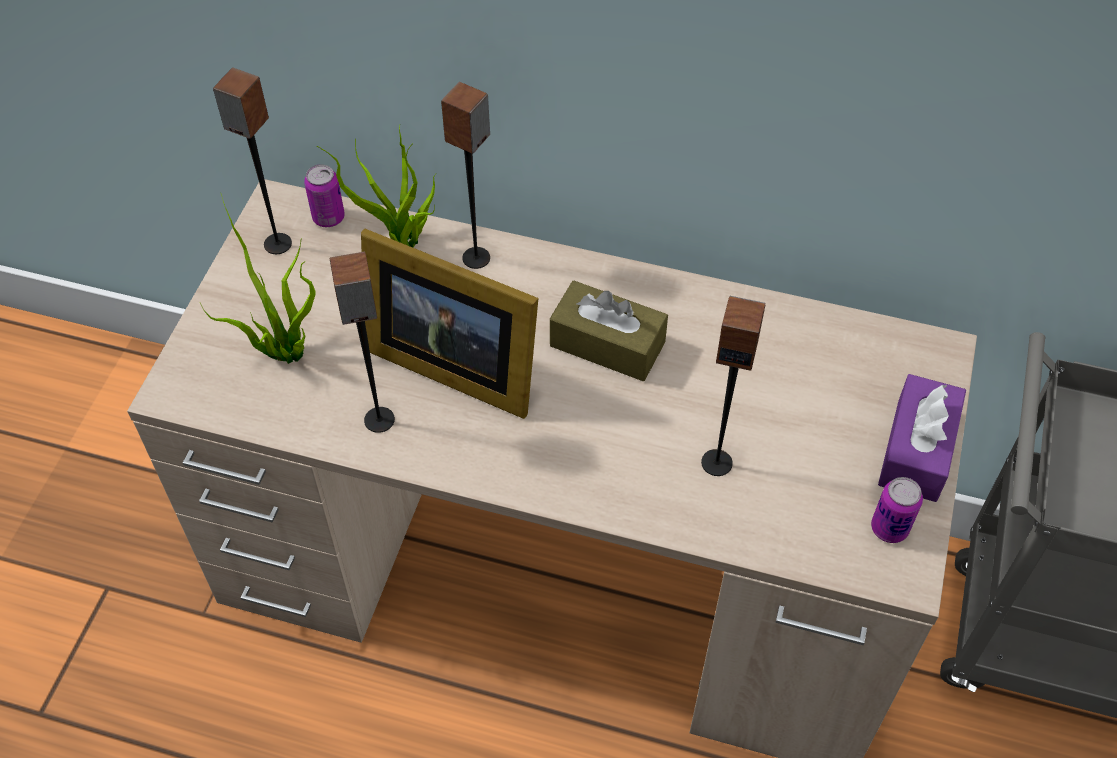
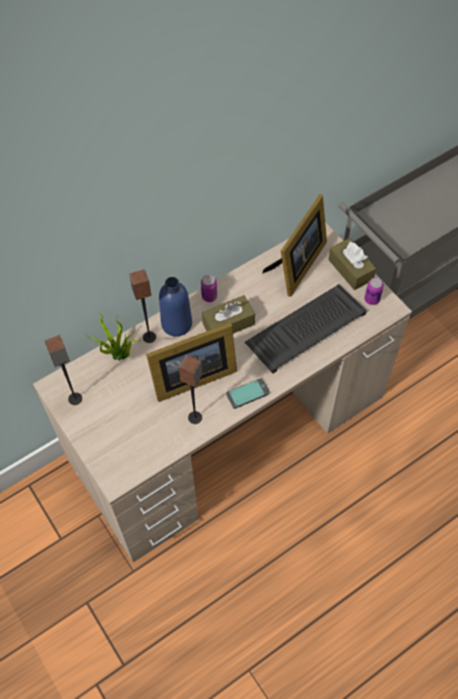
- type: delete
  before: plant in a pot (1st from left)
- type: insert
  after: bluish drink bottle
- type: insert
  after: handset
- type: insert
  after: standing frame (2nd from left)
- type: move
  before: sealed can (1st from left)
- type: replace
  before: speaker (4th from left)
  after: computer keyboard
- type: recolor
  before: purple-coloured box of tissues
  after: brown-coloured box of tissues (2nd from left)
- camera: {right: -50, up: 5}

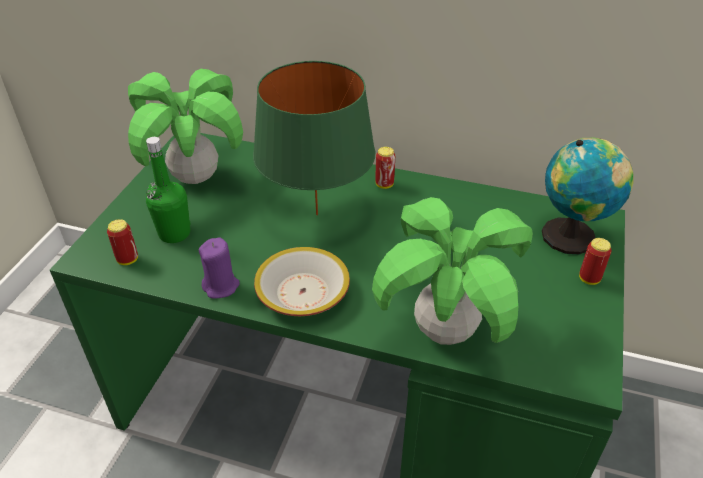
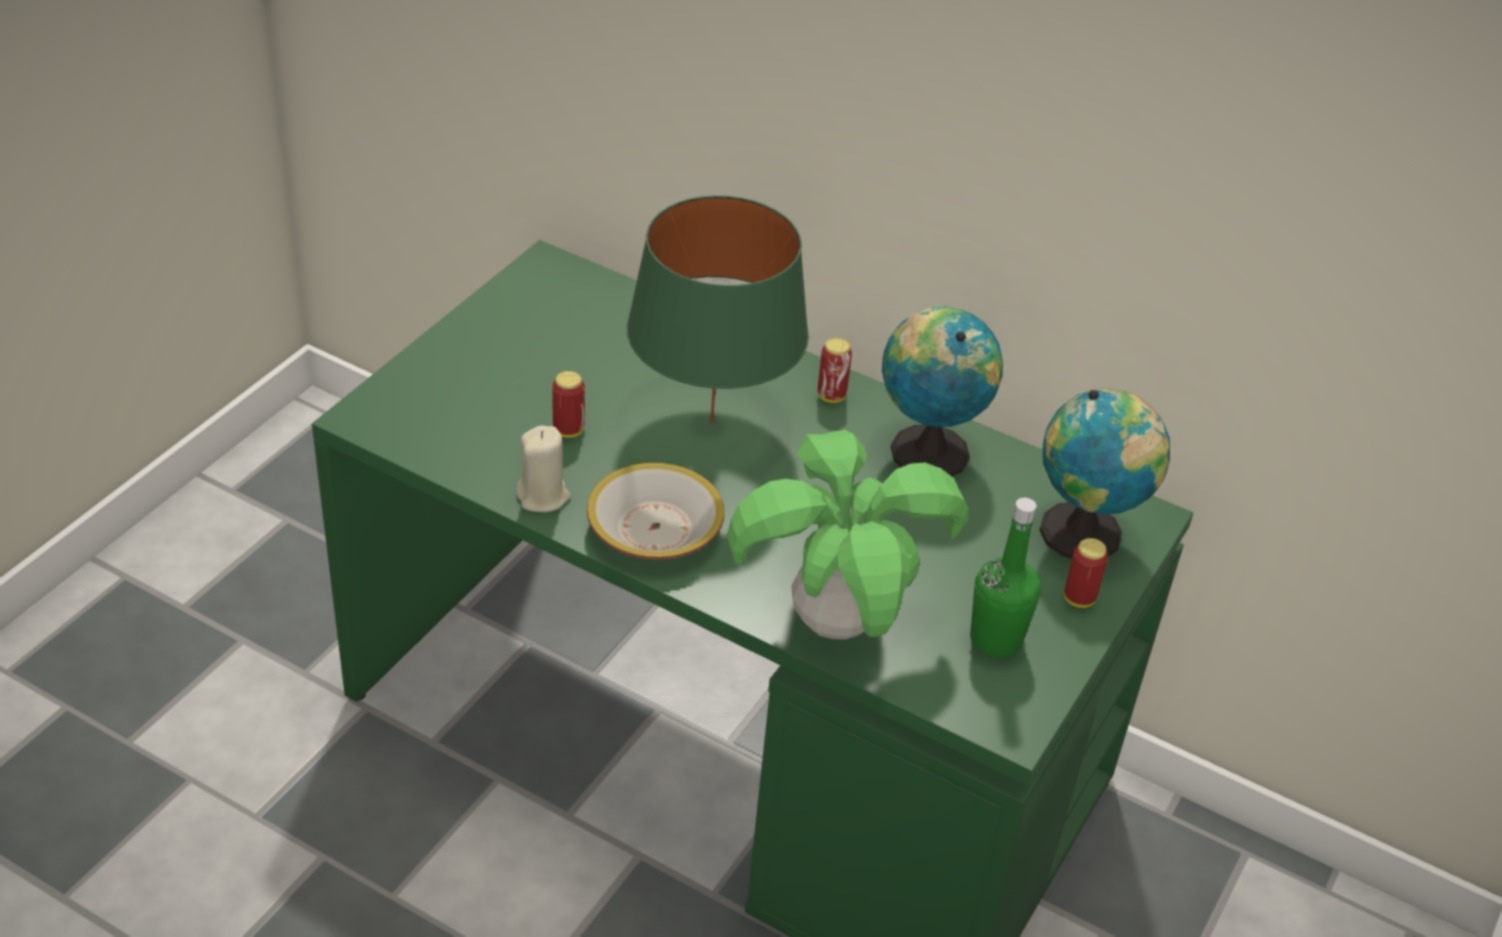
- type: delete
  before: plant in a pot (1st from left)
- type: insert
  after: desk globe (1st from left)
- type: move
  before: sealed can (1st from left)
- type: move
  before: green drink bottle
- type: recolor
  before: purple-coloured candle
  after: sand-coloured candle
- camera: {right: 10, up: 0}

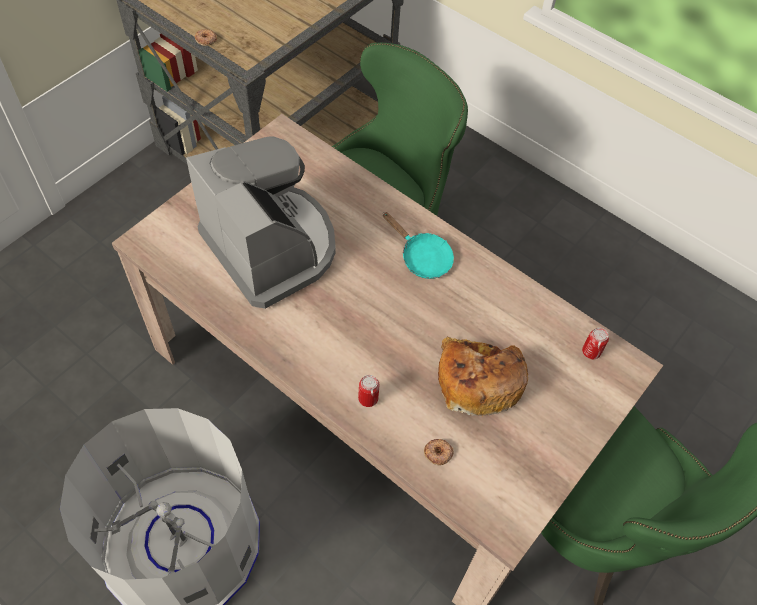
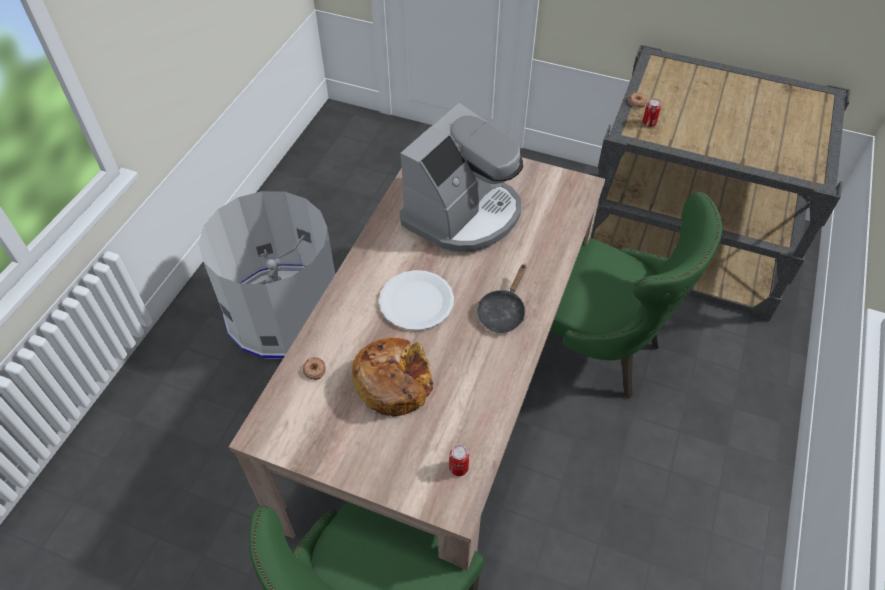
- type: insert
  after: whitish flat dish
- type: move
  before: sealed can (1st from left in the first image)
  after: sealed can (2nd from left)
- type: recolor
  before: blue-green pan
  after: blackish pan
- camera: {right: 75, up: -5}

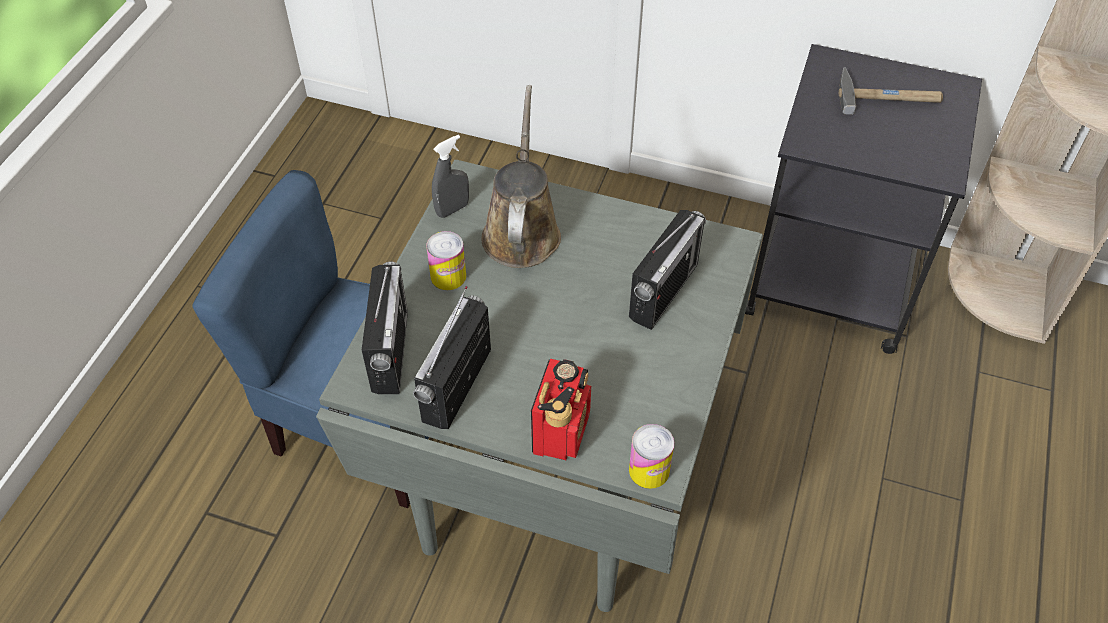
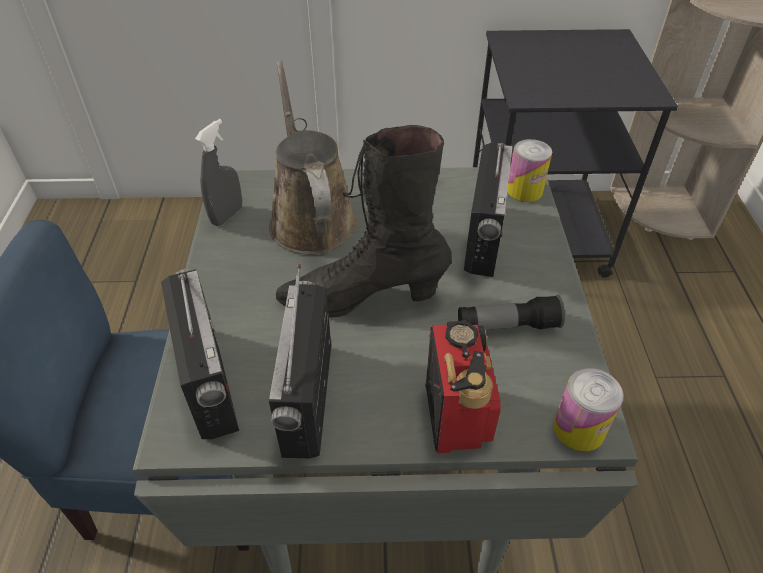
- type: delete
  before: hammer
- type: insert
  after: blackish tall boot
- type: insert
  after: torch
- type: move
  before: sealed can (1st from left)
- camera: {right: -20, up: -5}

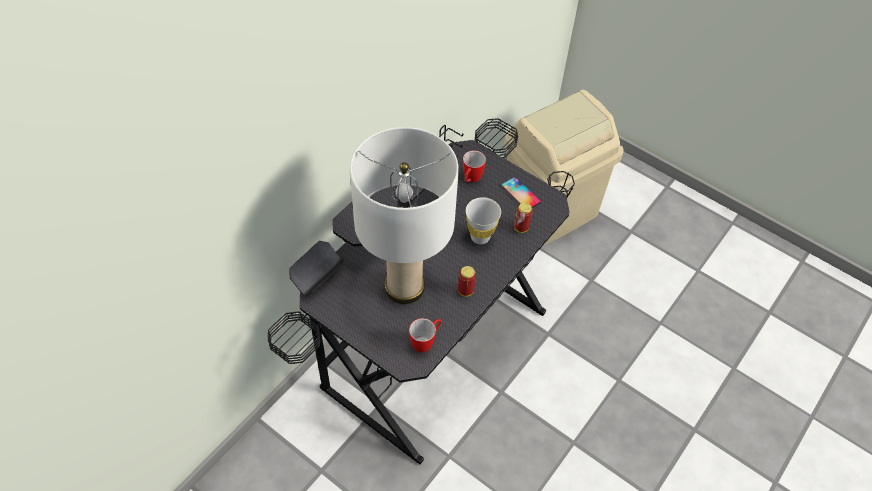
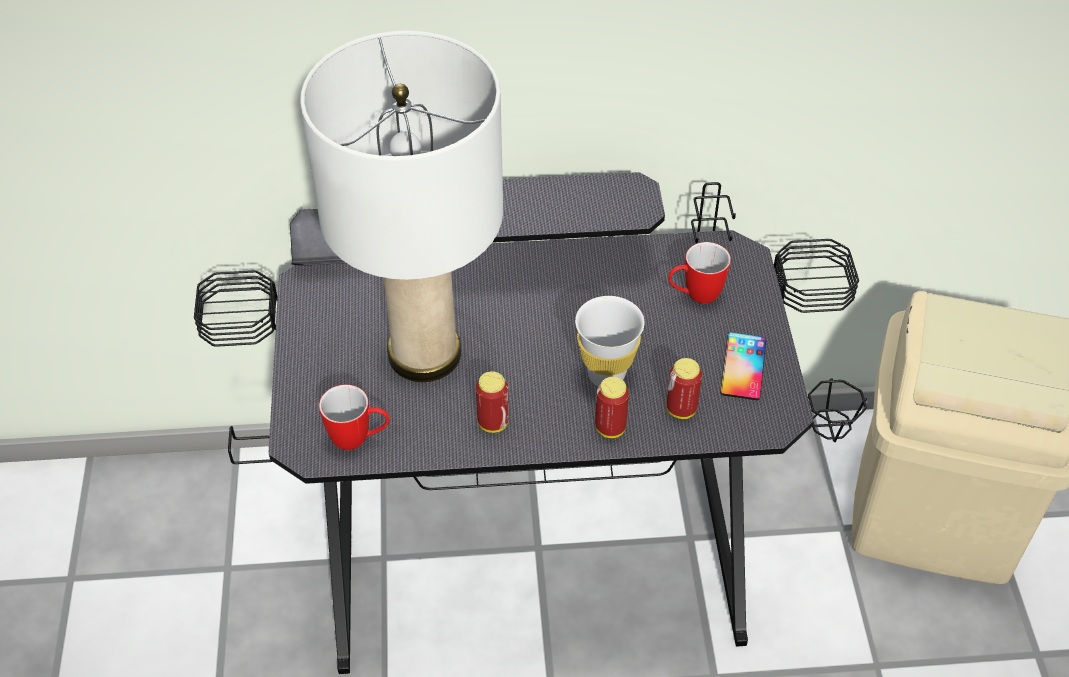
- type: insert
  after: sealed can (2nd from left)
- camera: {right: 50, up: -5}

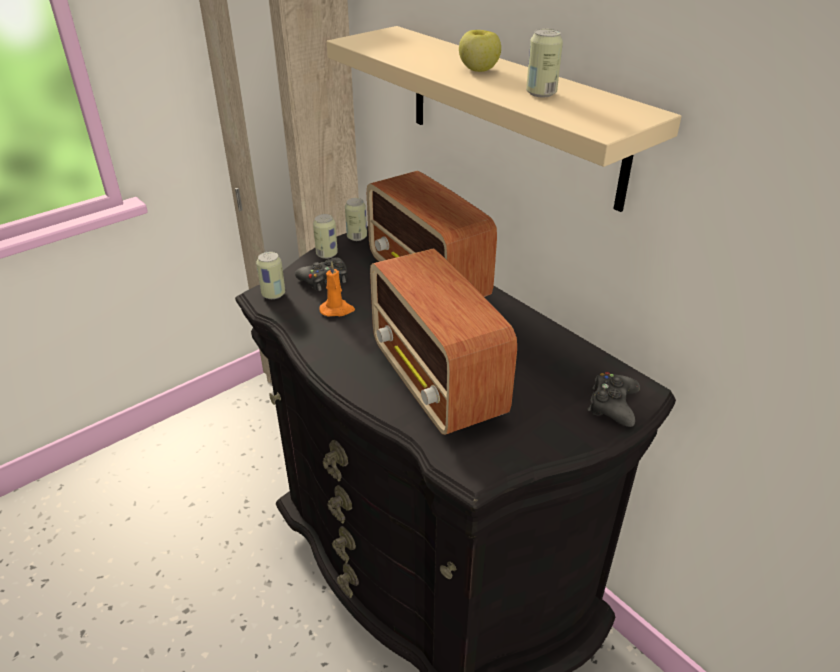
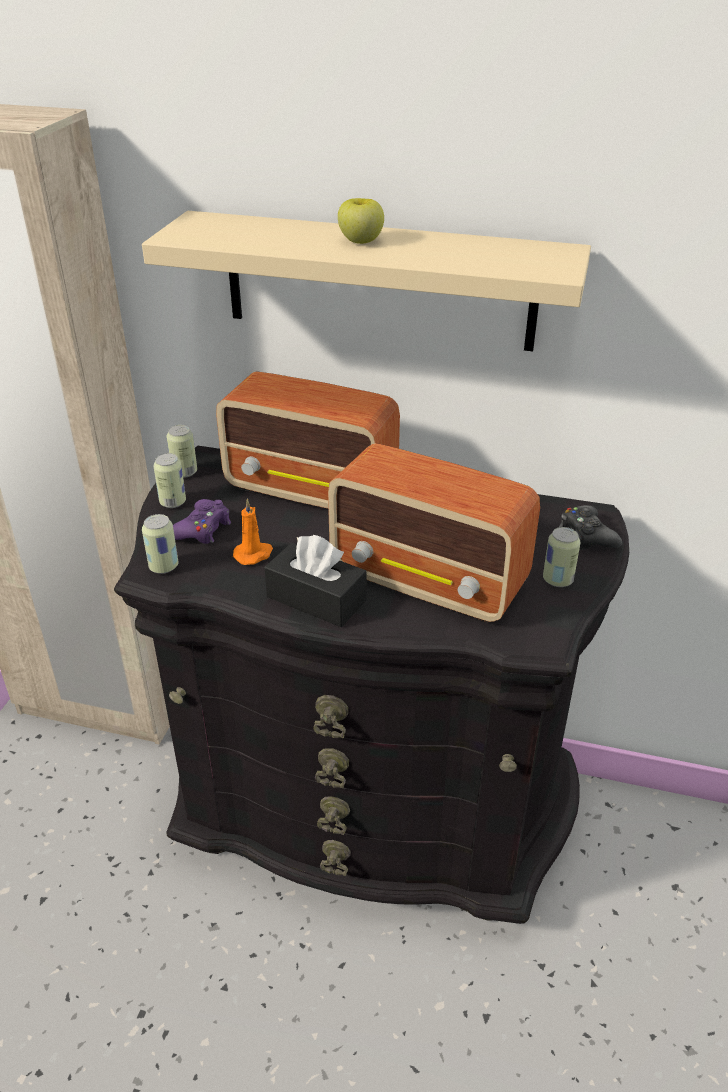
- type: insert
  after: blackish box of tissues
- type: move
  before: sealed can (4th from left)
- type: recolor
  before: blackish joypad (1st from left)
  after: purple-coloured joypad
- camera: {right: -35, up: 0}

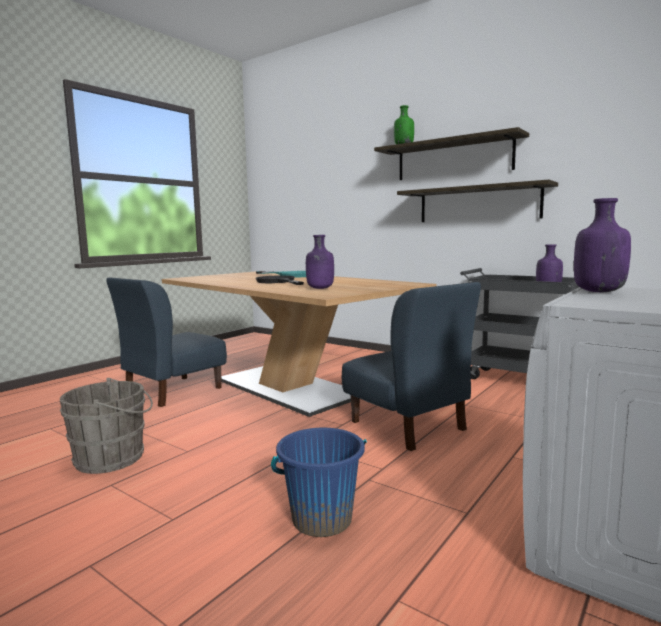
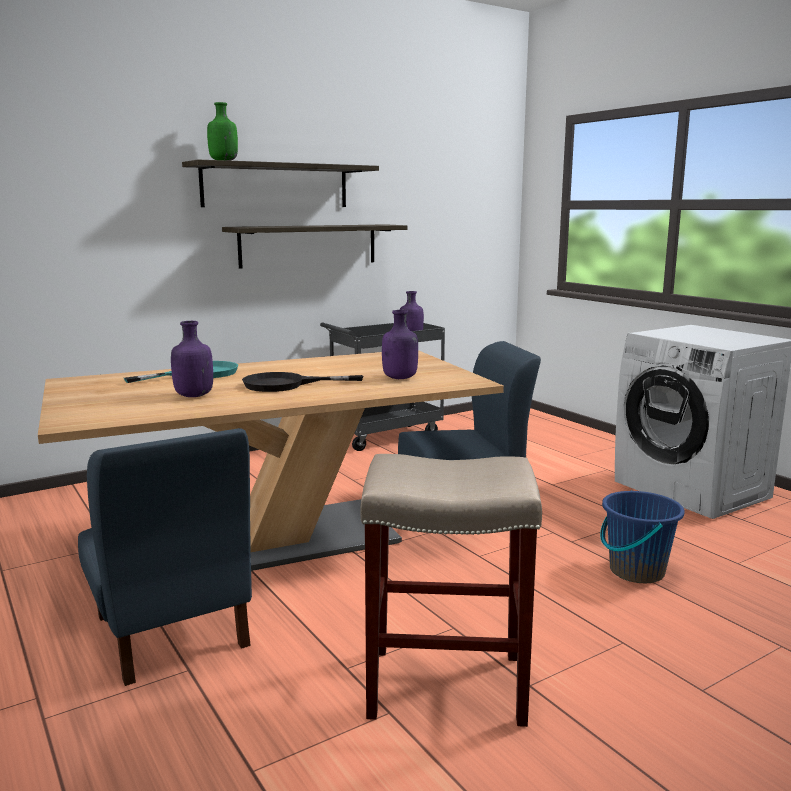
- type: move
  before: purple-coloured drink bottle (3rd from left in the first image)
  after: purple-coloured drink bottle (1st from left)
- type: replace
  before: greyish pail
  after: sand-coloured stool
- camera: {right: -70, up: 5}

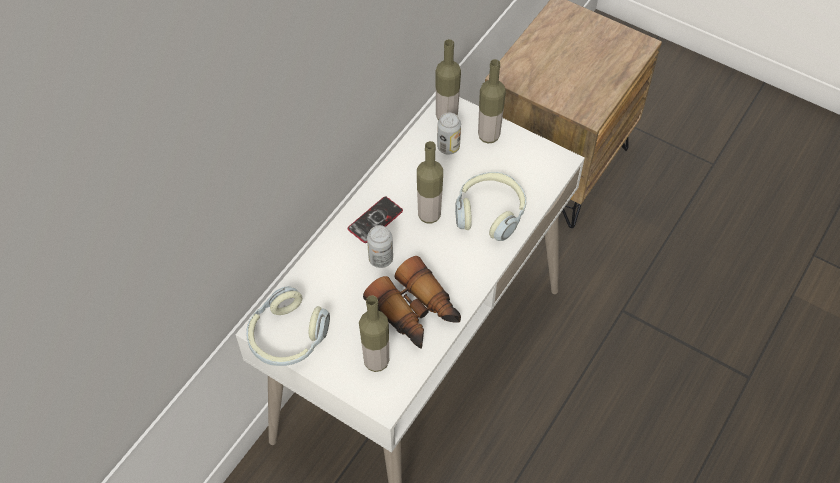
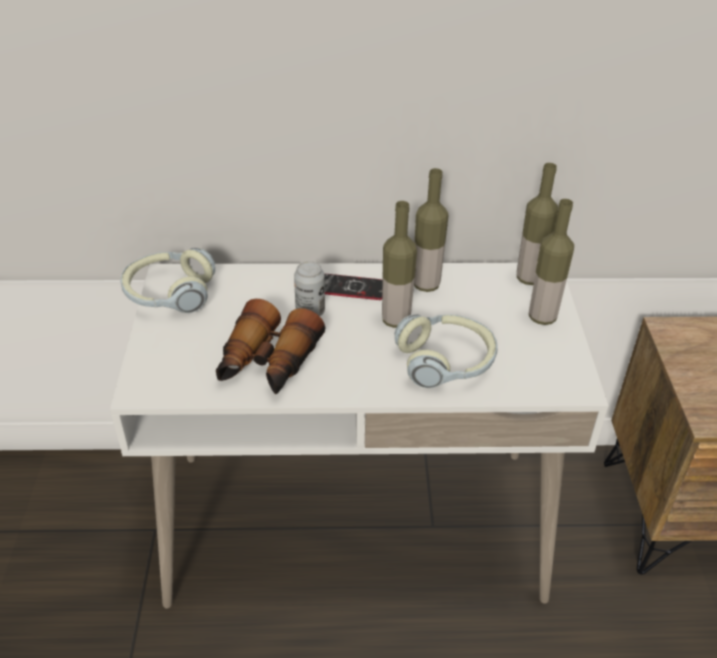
- type: delete
  before: sealed can (2nd from left)
- type: move
  before: drink bottle (1st from left in the first image)
  after: drink bottle (2nd from left)
- camera: {right: 55, up: -15}

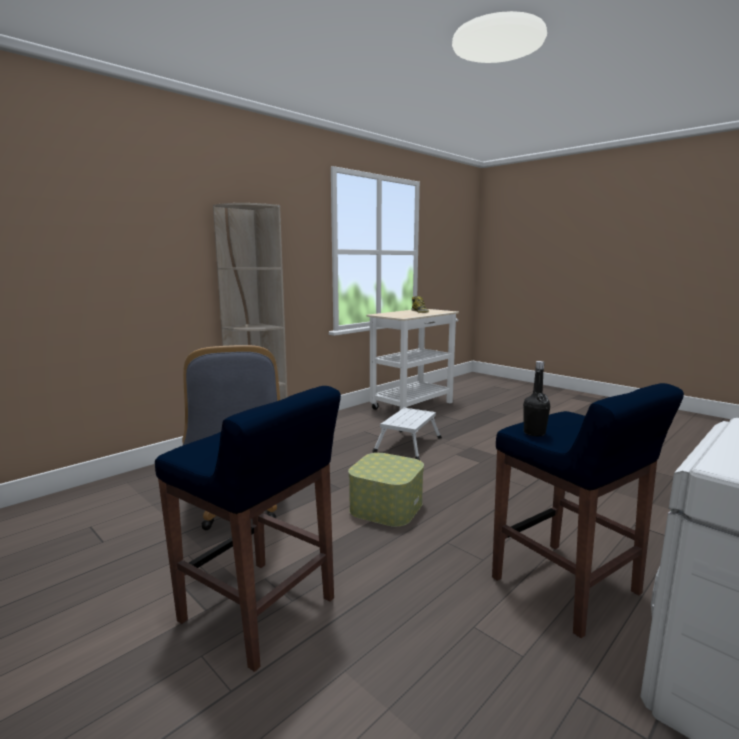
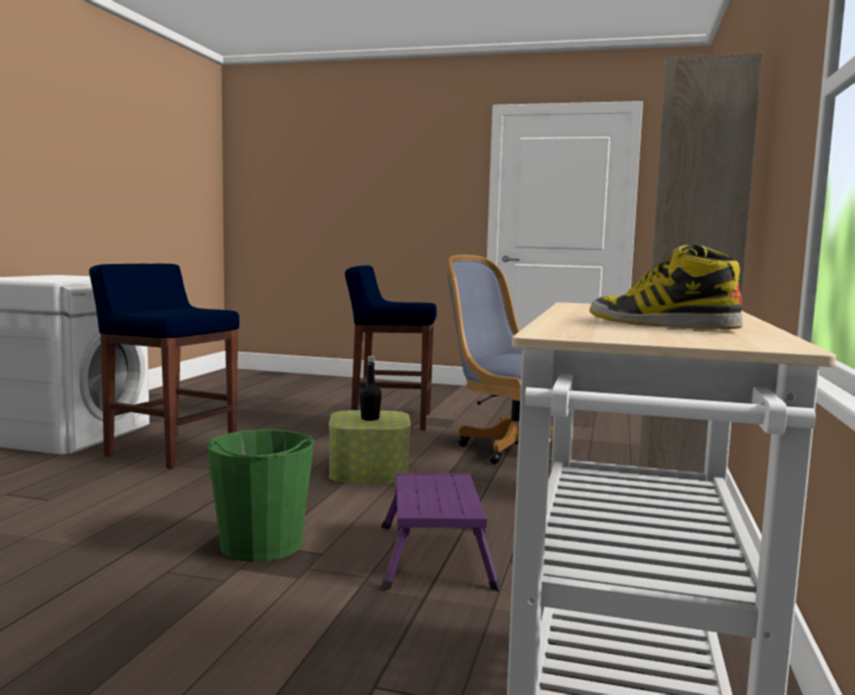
- type: insert
  after: green pail
- type: move
  before: blackish drink bottle
- type: recolor
  before: whitish stepladder
  after: purple-coloured stepladder
- camera: {right: 150, up: -5}

